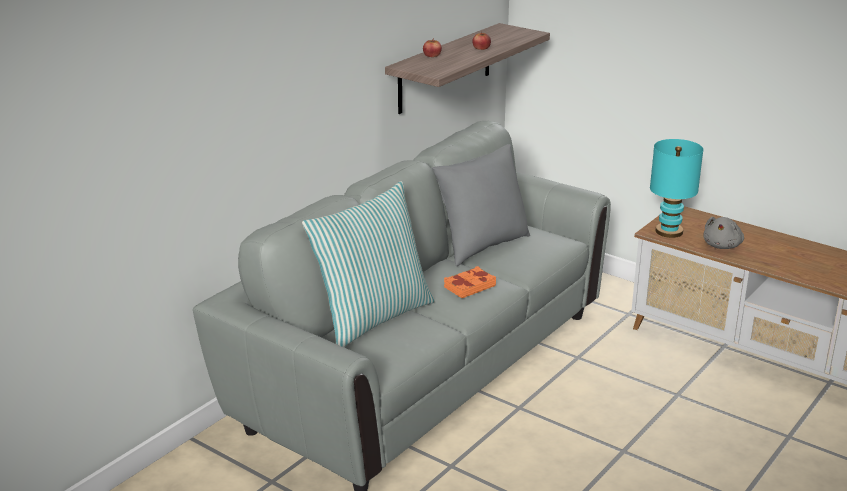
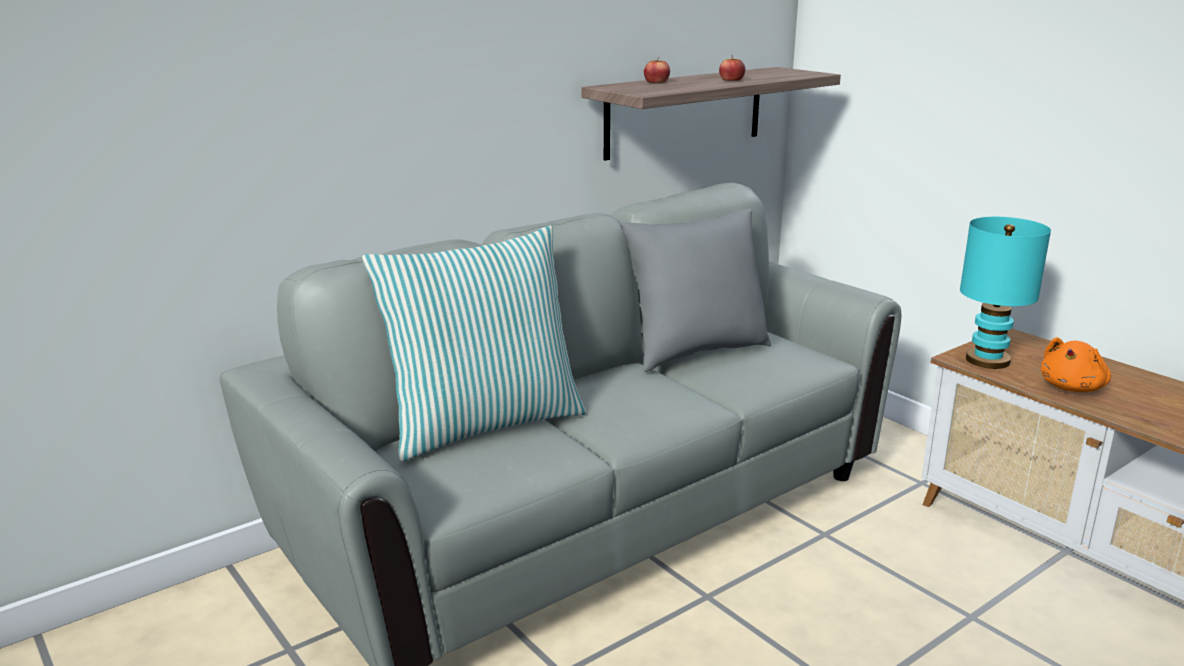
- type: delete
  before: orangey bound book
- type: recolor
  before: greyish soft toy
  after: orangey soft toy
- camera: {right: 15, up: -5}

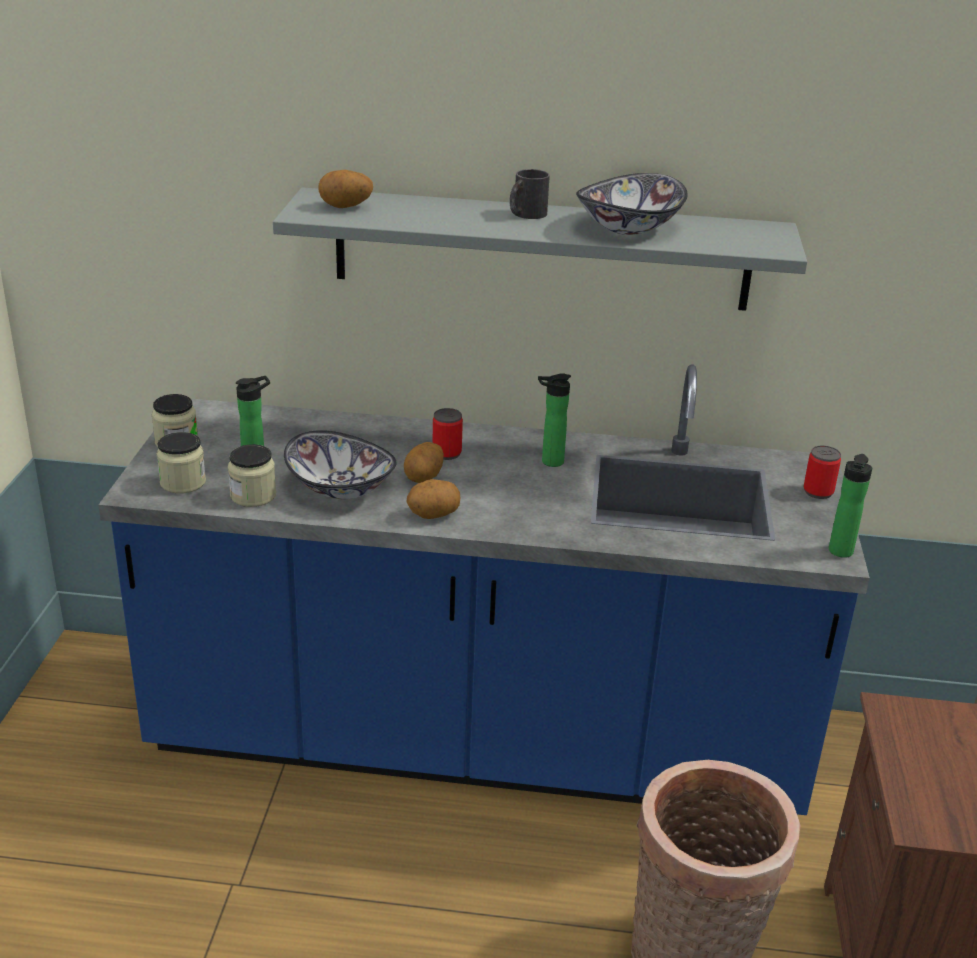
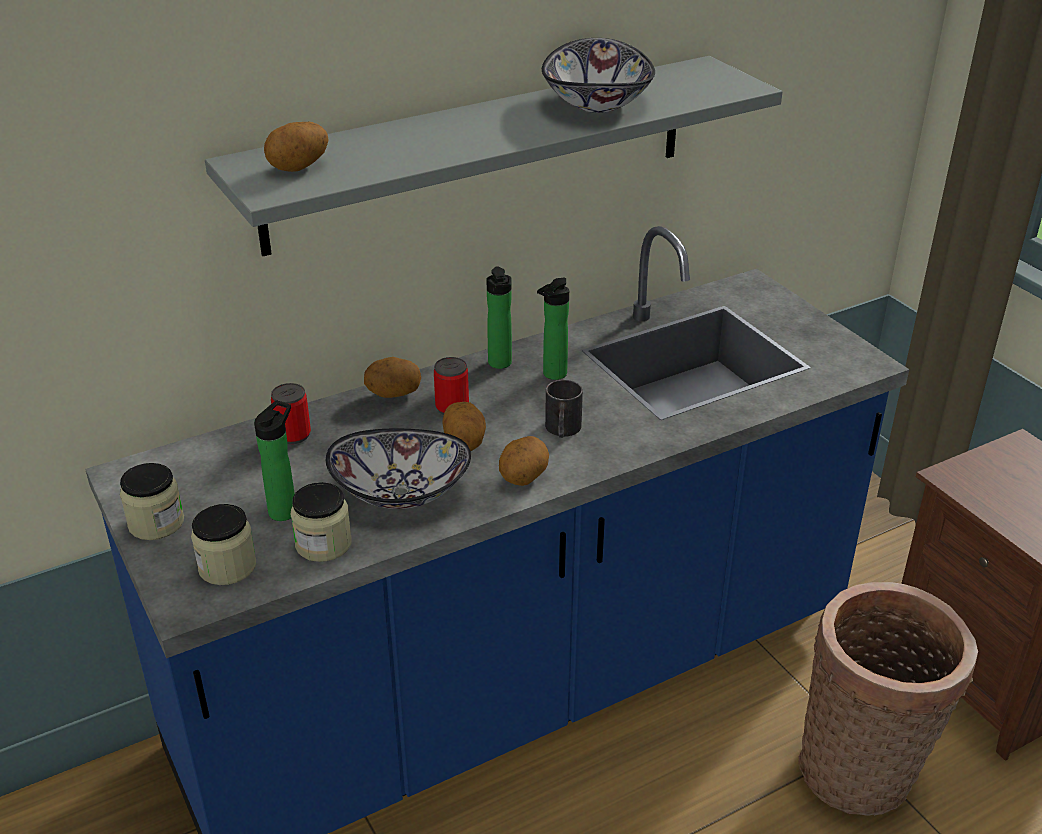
- type: insert
  after: whole potato (2nd from left)
- type: move
  before: blackish tea mug
- type: move
  before: sealed can (2nd from left in the first image)
  after: sealed can (1st from left)
- type: move
  before: drink bottle (3rd from left in the first image)
  after: drink bottle (2nd from left)
- camera: {right: -35, up: 5}

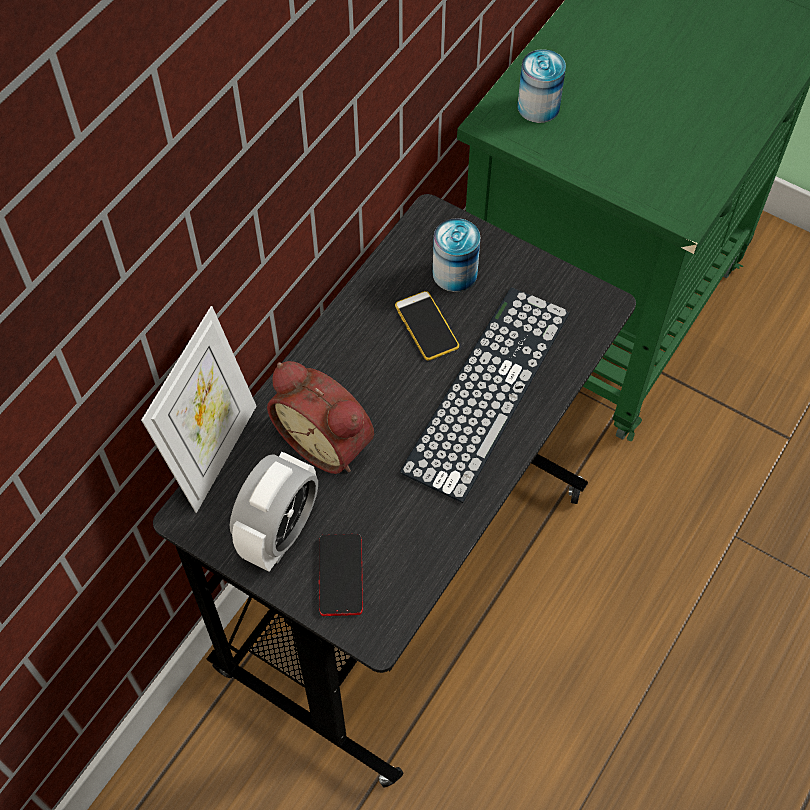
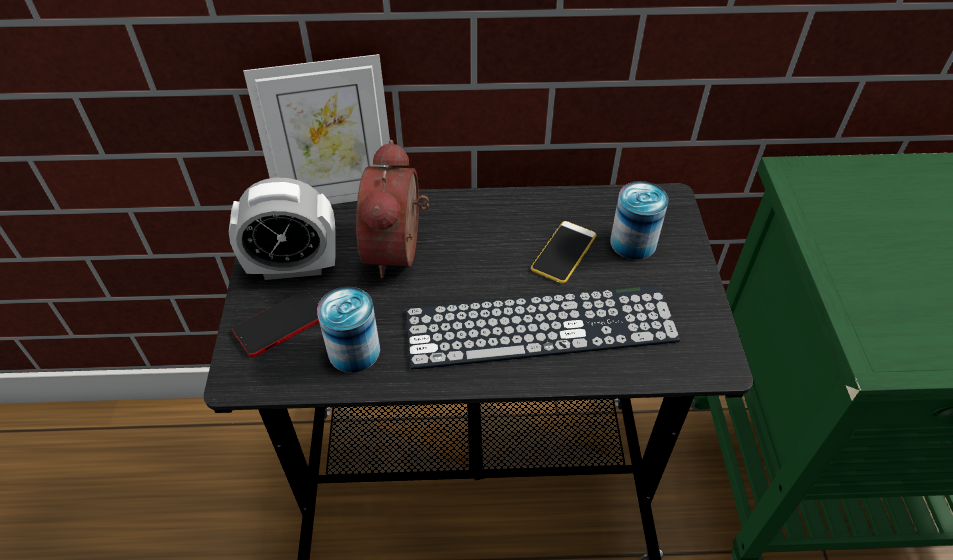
- type: move
  before: sealed can (2nd from left in the first image)
  after: sealed can (1st from left)
- camera: {right: 55, up: -10}

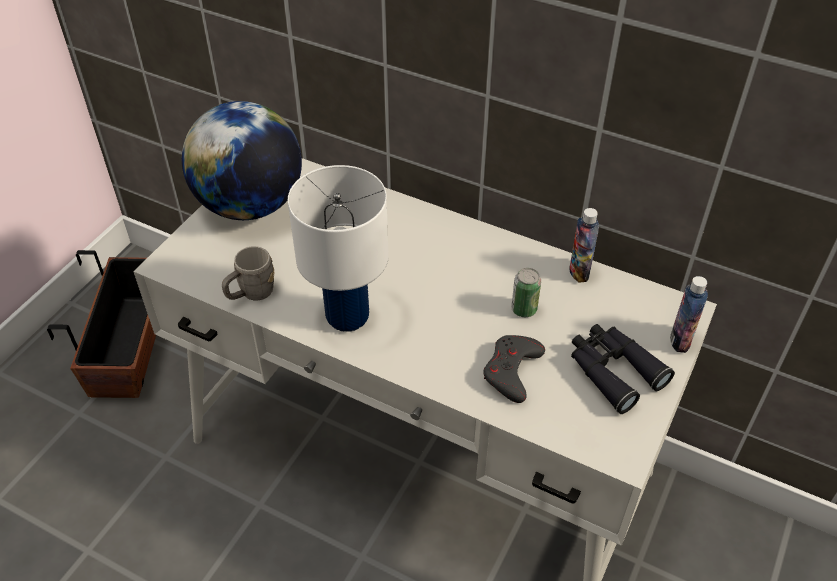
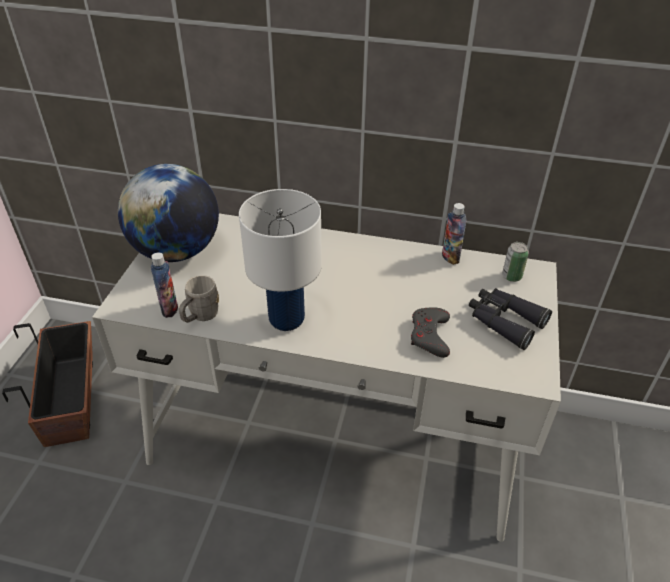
- type: move
  before: sealed can
- type: move
  before: drink bottle (2nd from left in the first image)
  after: drink bottle (1st from left)
- camera: {right: -15, up: -5}

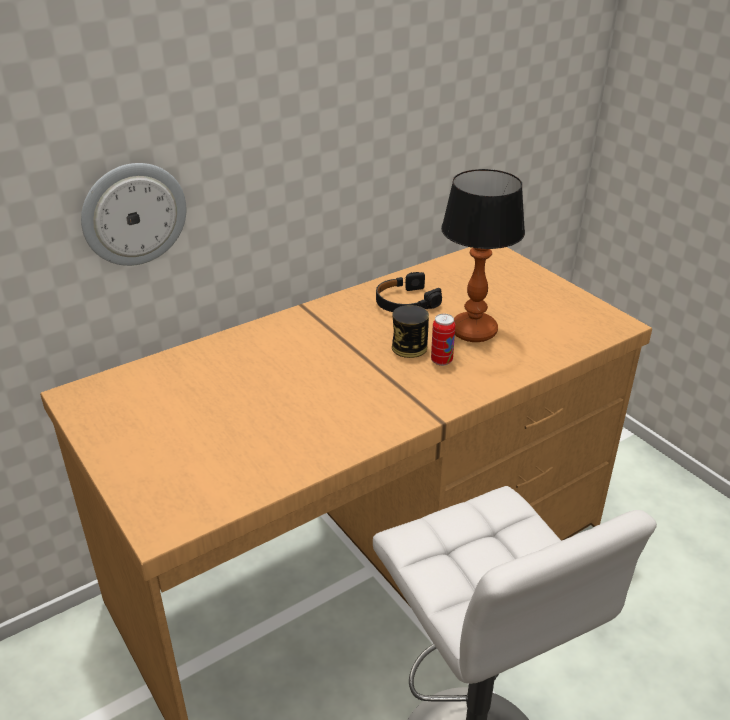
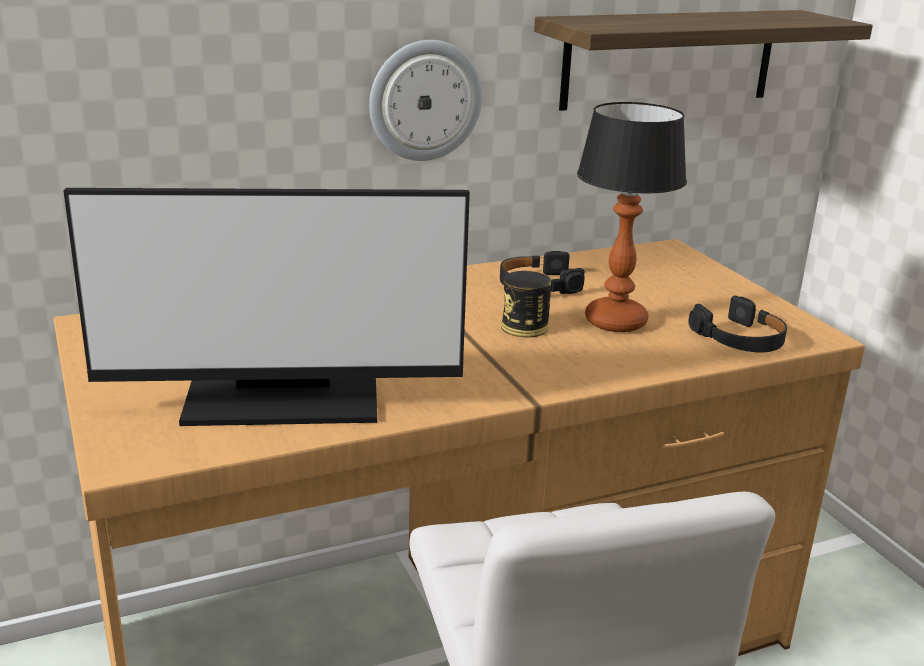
- type: delete
  before: sealed can (2nd from left)
- type: insert
  after: monitor
- type: insert
  after: shelf
- type: insert
  after: blackish headphones (2nd from left)
- type: move
  before: wall clock
- camera: {right: 10, up: -10}

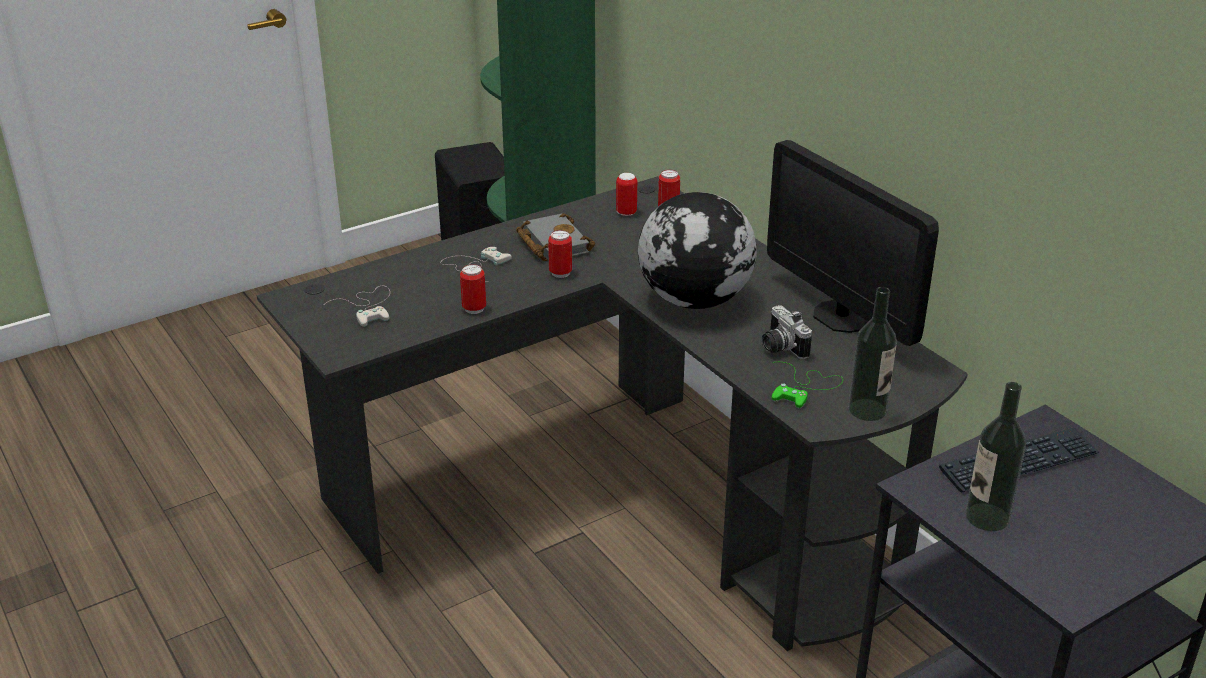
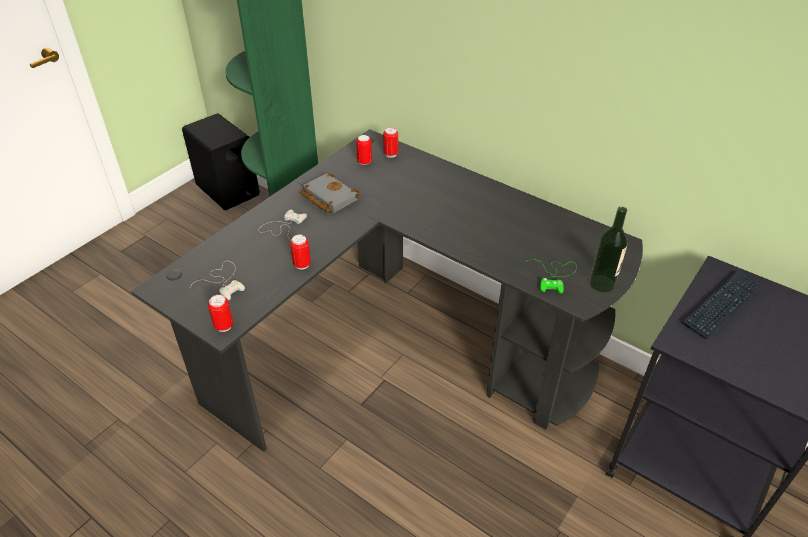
- type: delete
  before: desk globe
- type: delete
  before: photo camera
- type: delete
  before: monitor
- type: delete
  before: drink bottle (2nd from left)
- type: move
  before: sealed can (2nd from left in the first image)
  after: sealed can (1st from left)
- camera: {right: -20, up: 10}

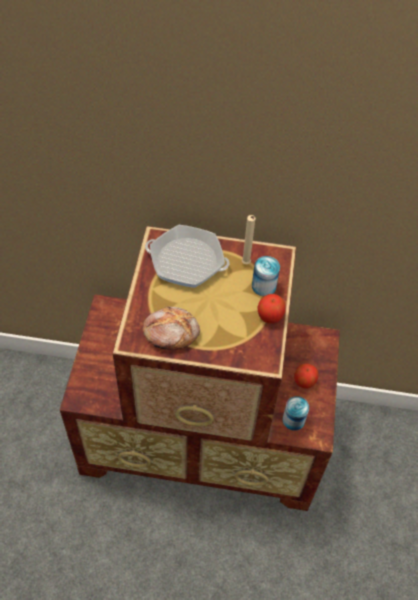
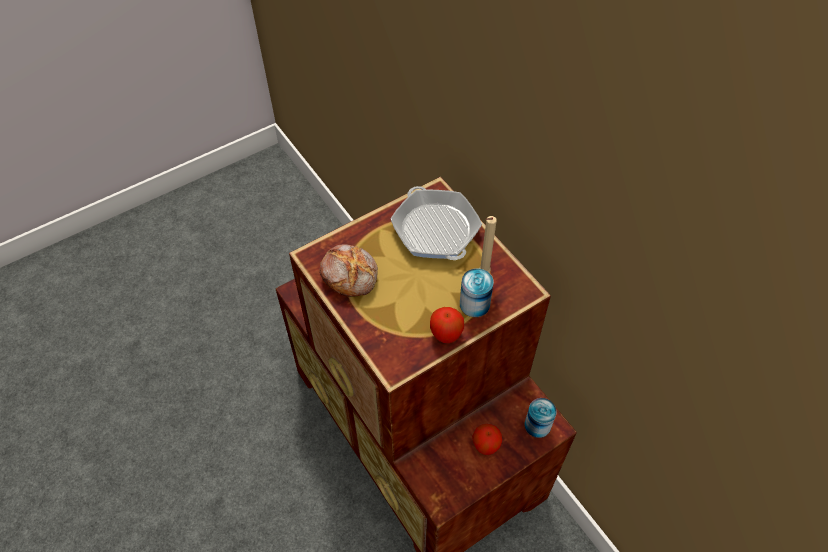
- type: move
  before: sealed can (2nd from left)
- camera: {right: 50, up: 0}

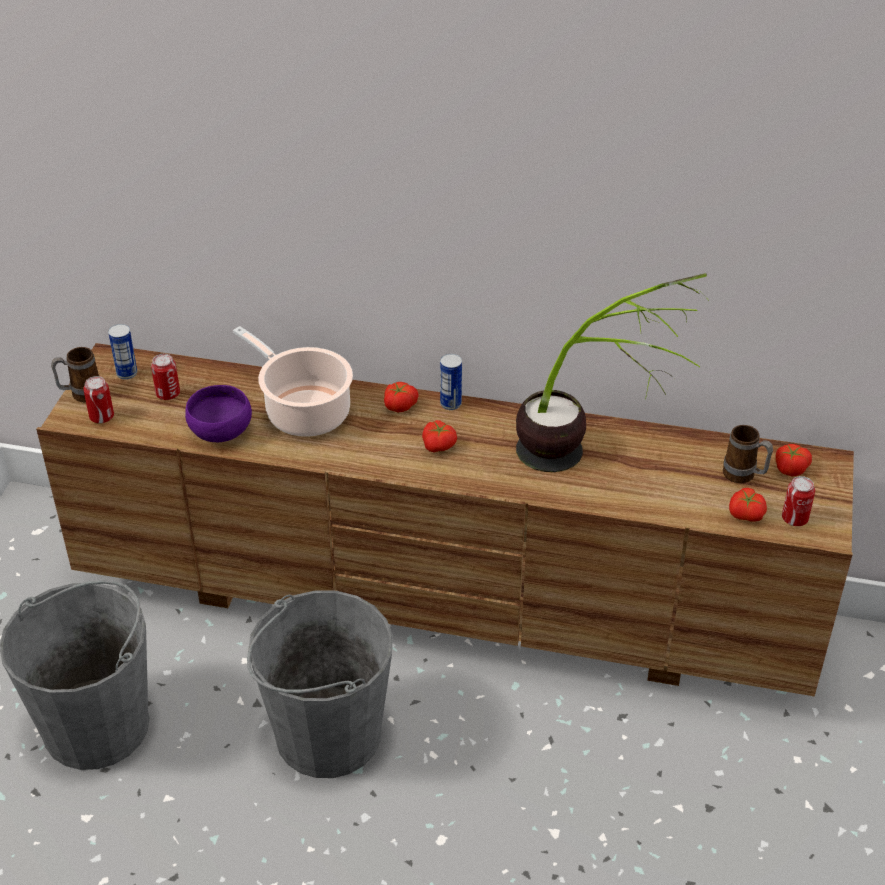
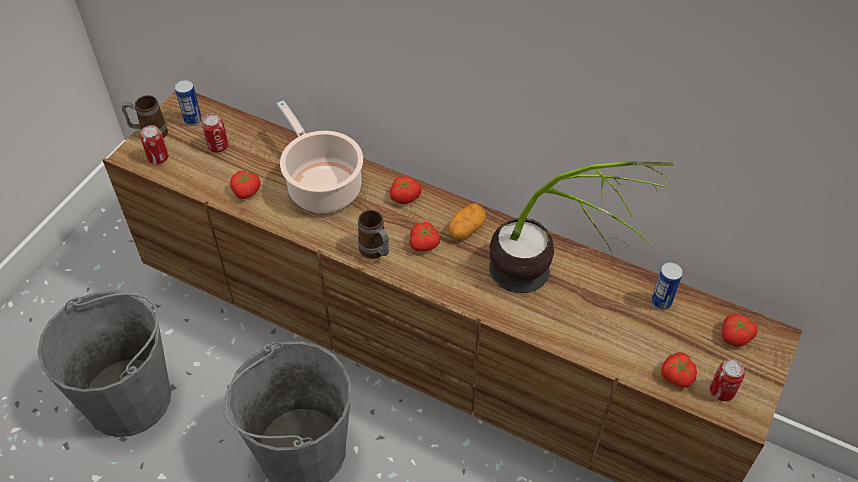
- type: insert
  after: whole potato
- type: move
  before: sealed can (4th from left)
- type: move
  before: tea mug (2nd from left)
- type: replace
  before: purple-coloured serving bowl
  after: tomato (1st from left)
- camera: {right: 15, up: 10}

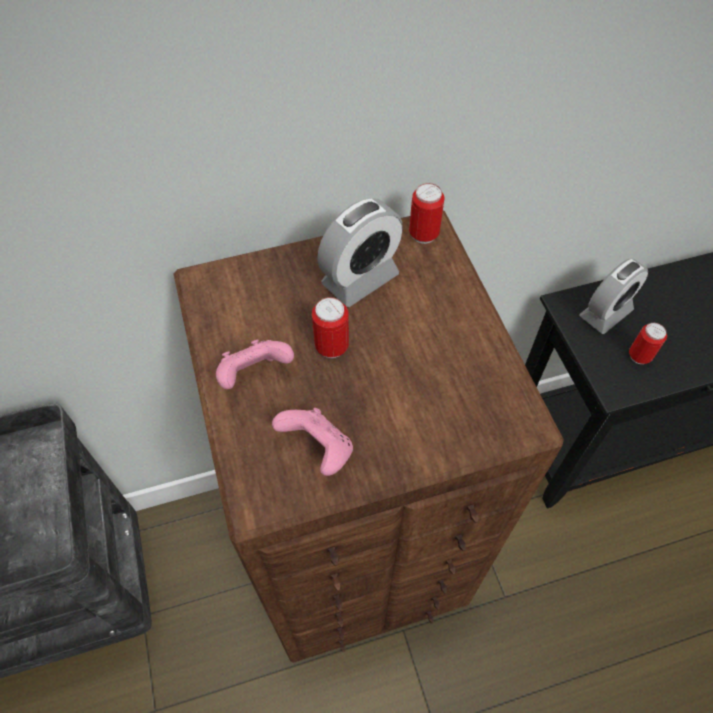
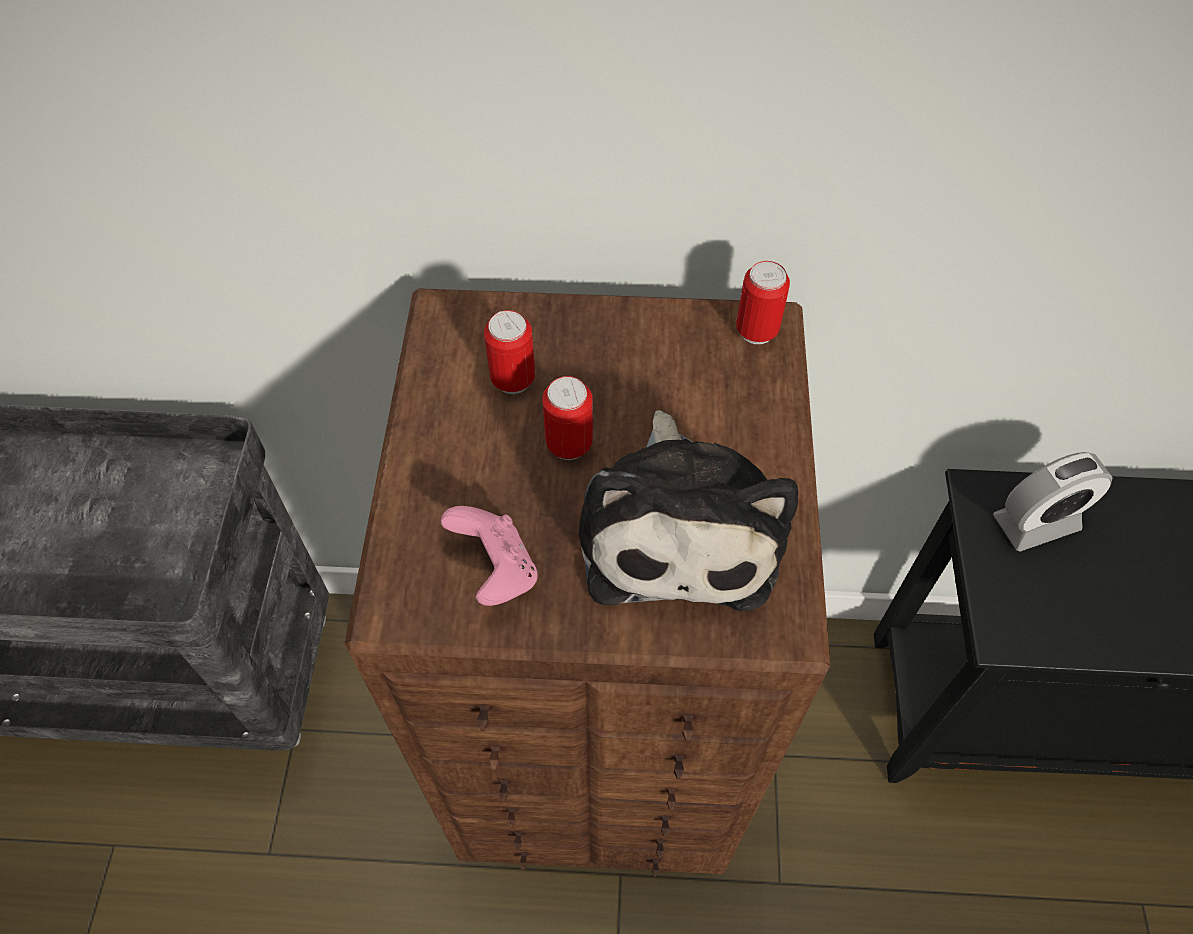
- type: delete
  before: pink joypad (1st from left)
- type: delete
  before: bedside clock (1st from left)
- type: insert
  after: soft toy
- type: move
  before: sealed can (3rd from left in the first image)
  after: sealed can (1st from left)
- camera: {right: 20, up: 0}

